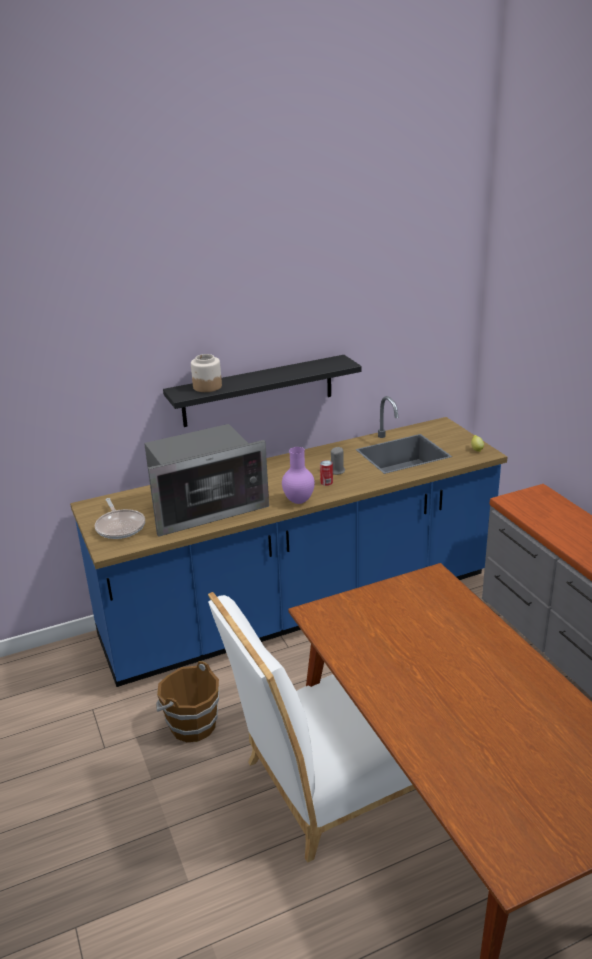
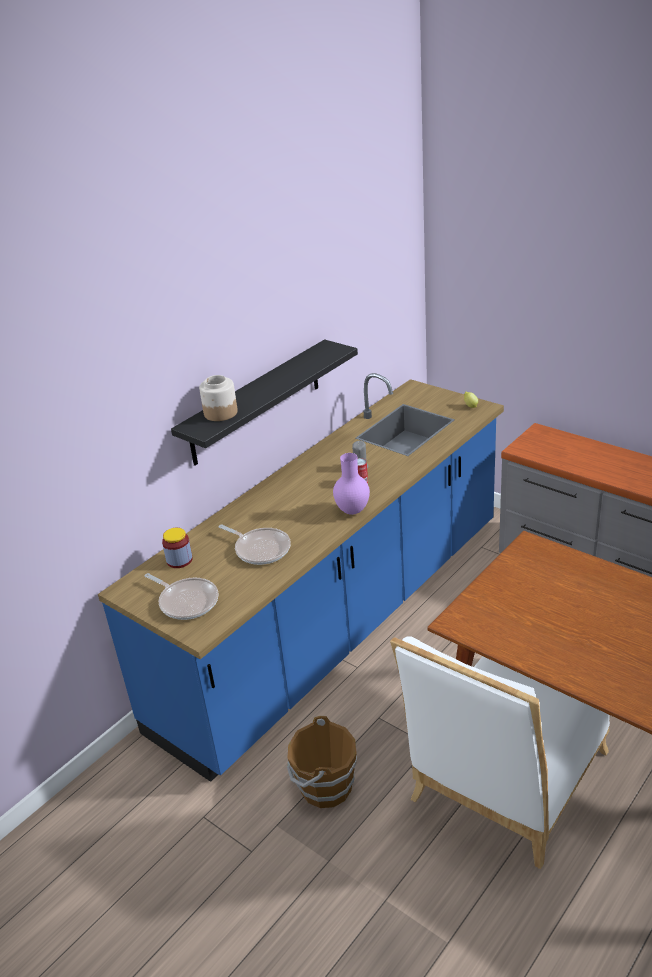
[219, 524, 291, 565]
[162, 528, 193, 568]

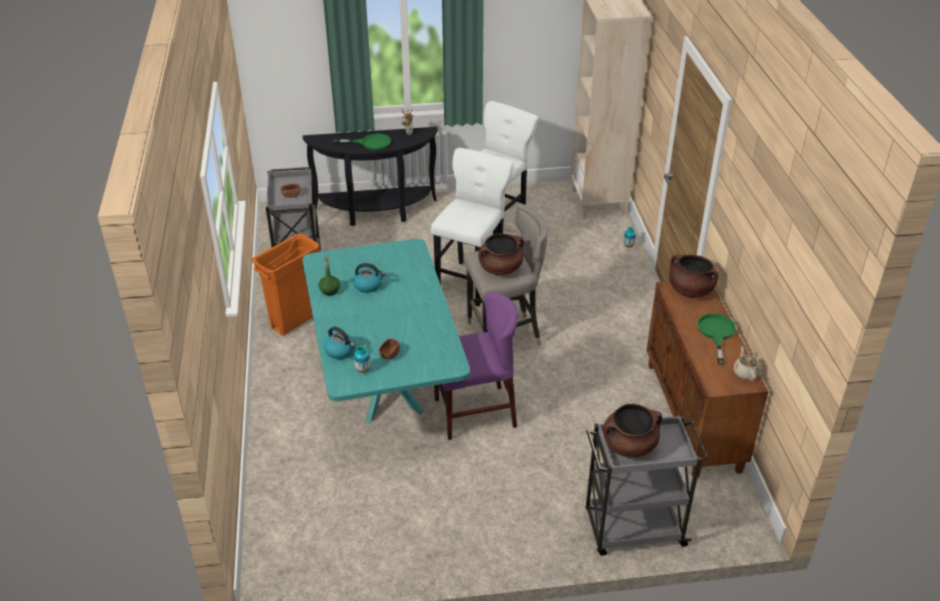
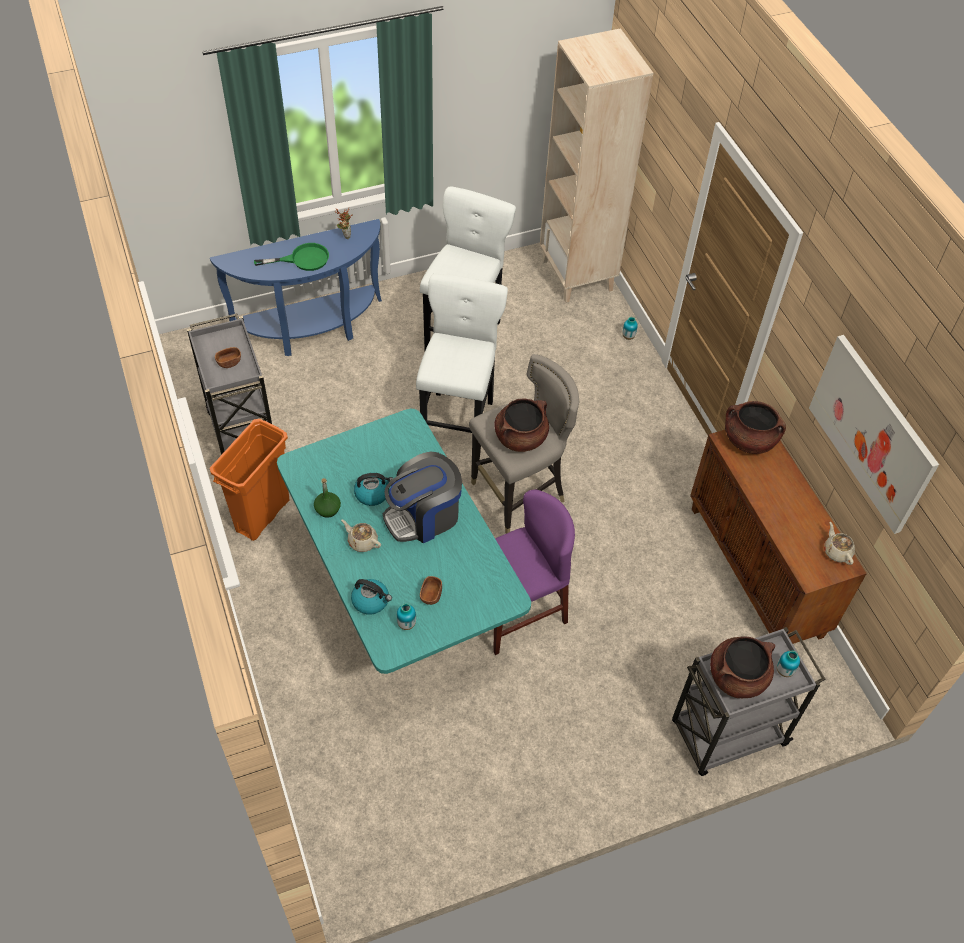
[210, 219, 382, 356]
[698, 313, 736, 365] (first image)
[809, 335, 939, 534]
[383, 452, 462, 543]
[341, 519, 381, 552]
[777, 651, 800, 677]

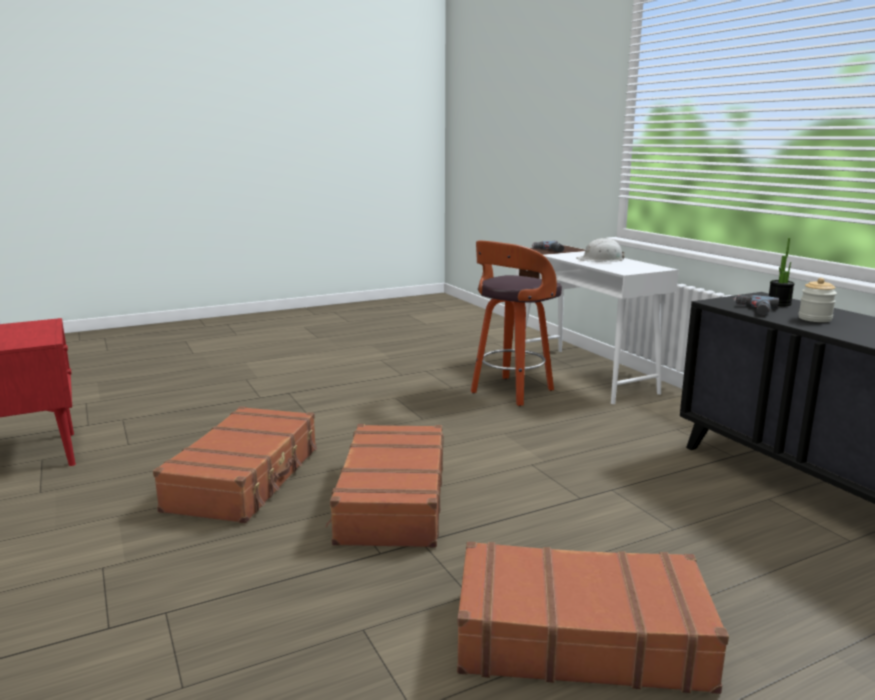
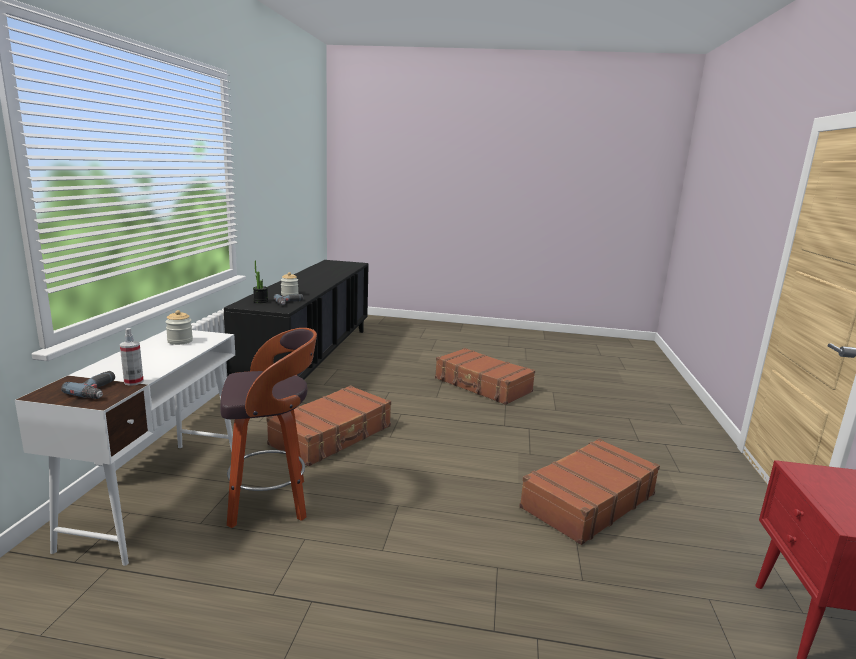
[576, 238, 624, 262] (first image)
[266, 385, 391, 467]
[165, 310, 193, 345]
[120, 328, 144, 386]

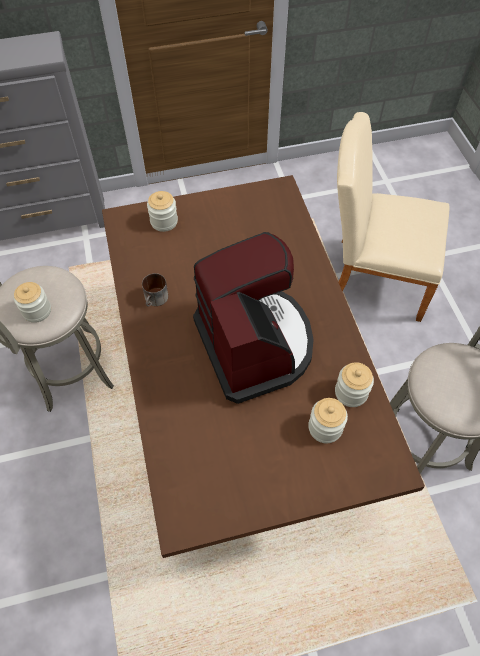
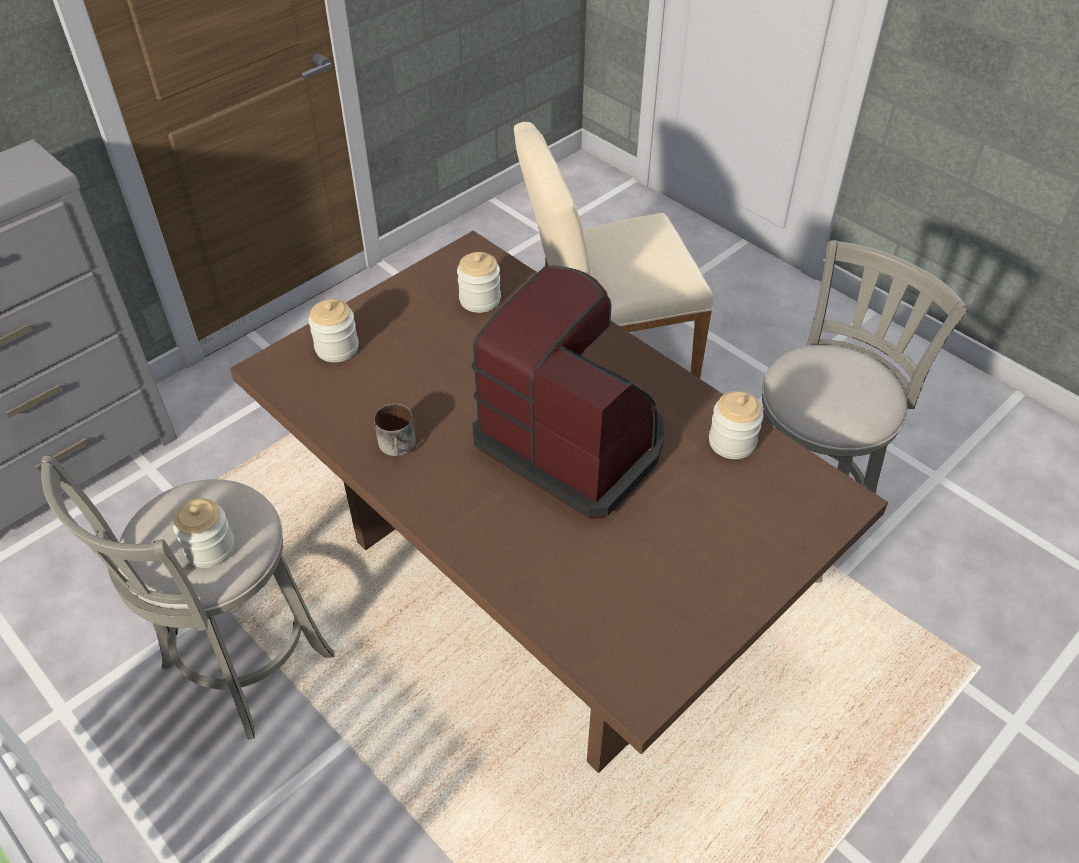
[457, 252, 501, 313]

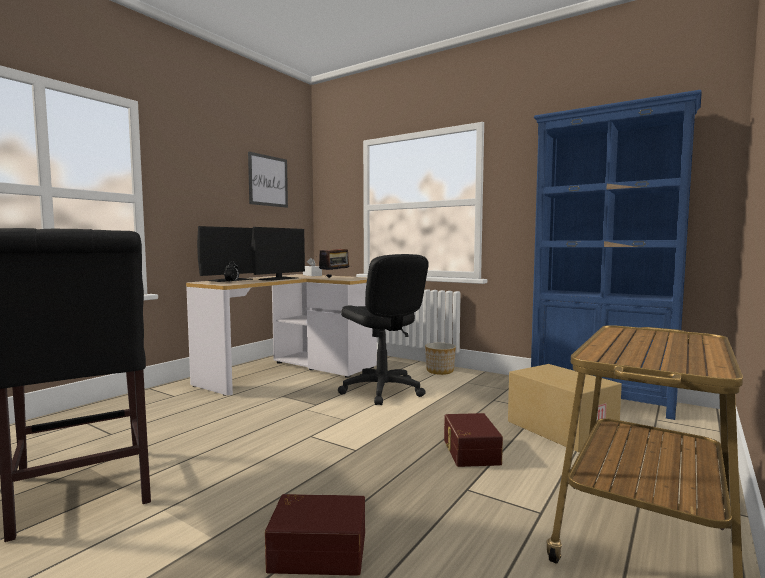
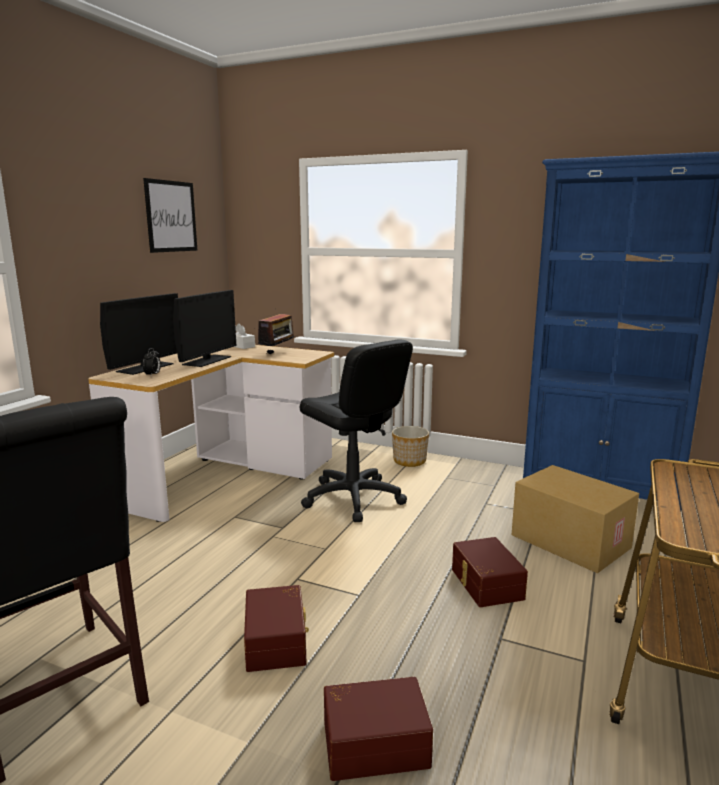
[244, 585, 309, 672]

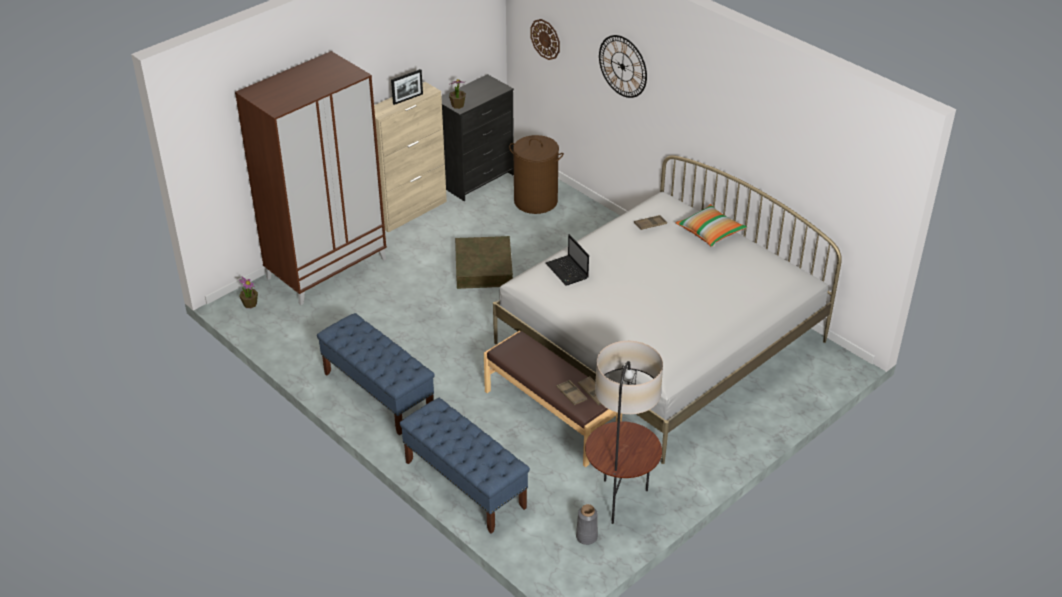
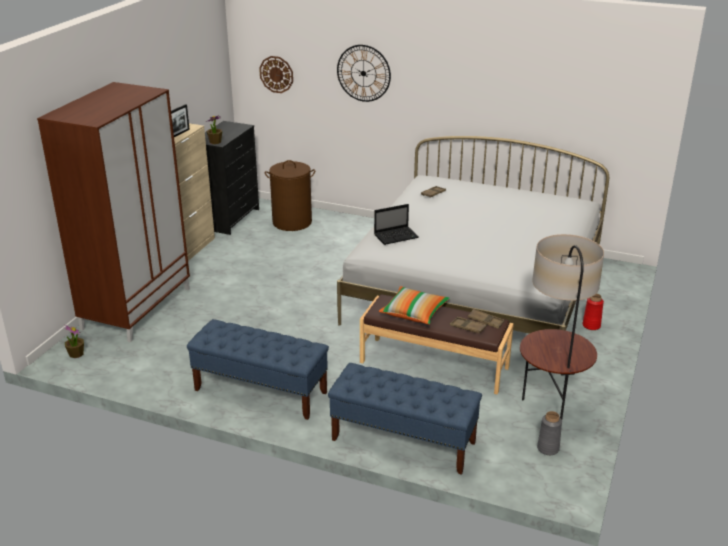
[379, 286, 450, 324]
[374, 204, 419, 245]
[455, 236, 513, 289] (first image)
[582, 294, 604, 330]

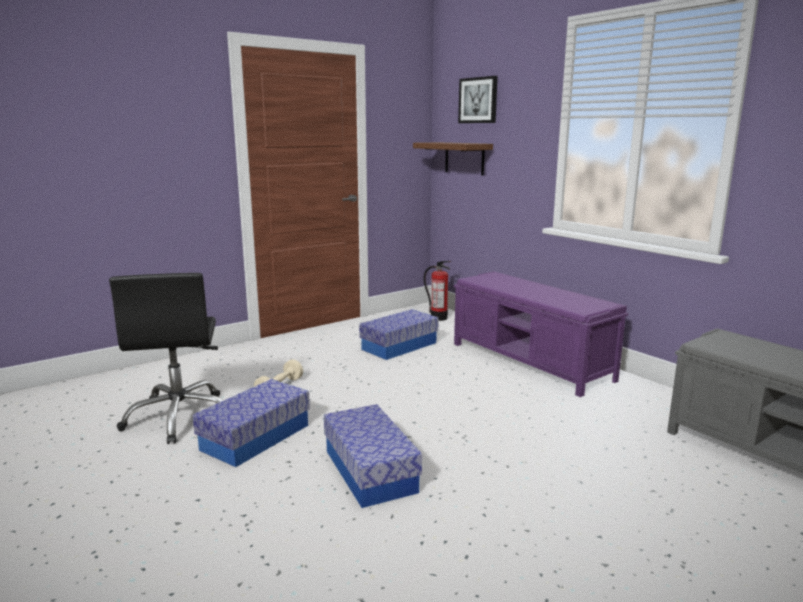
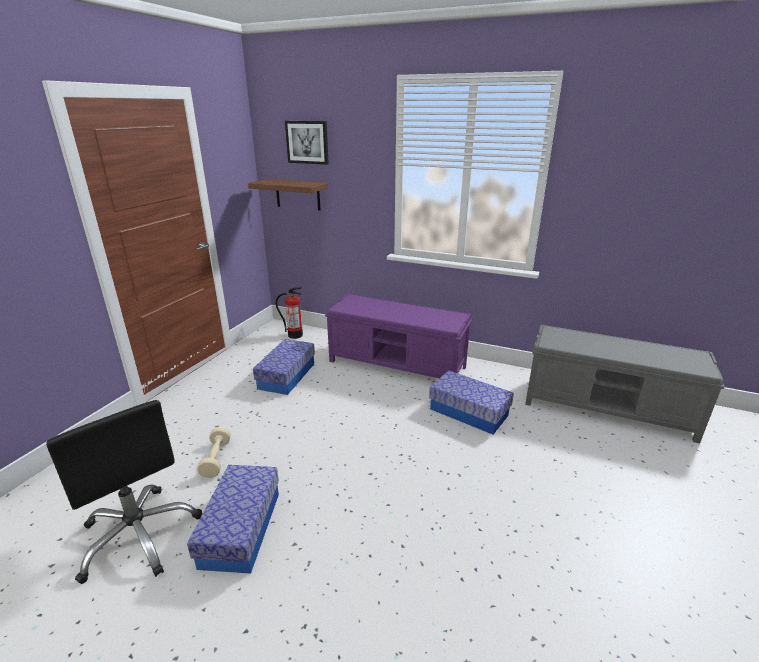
[429, 370, 514, 435]

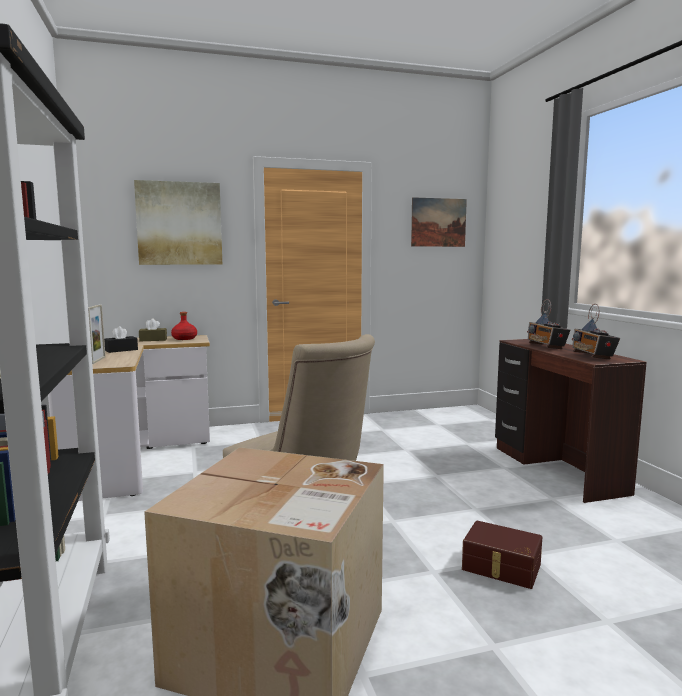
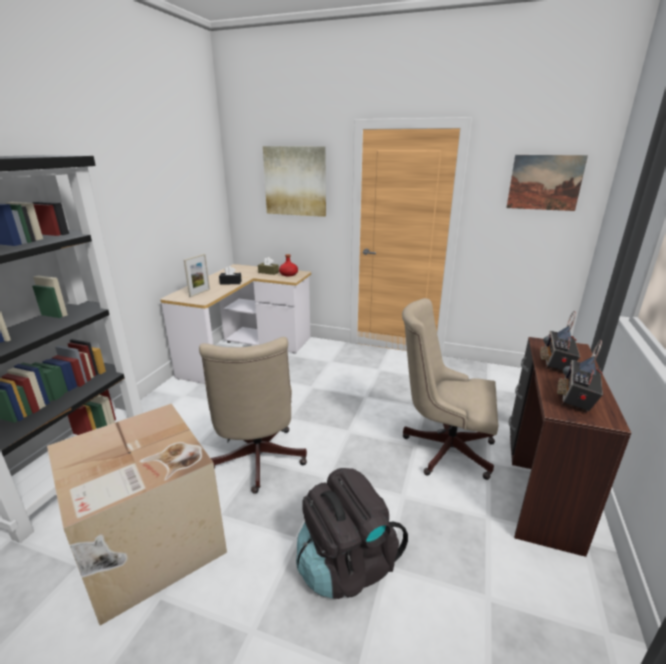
[296, 468, 408, 599]
[402, 298, 499, 480]

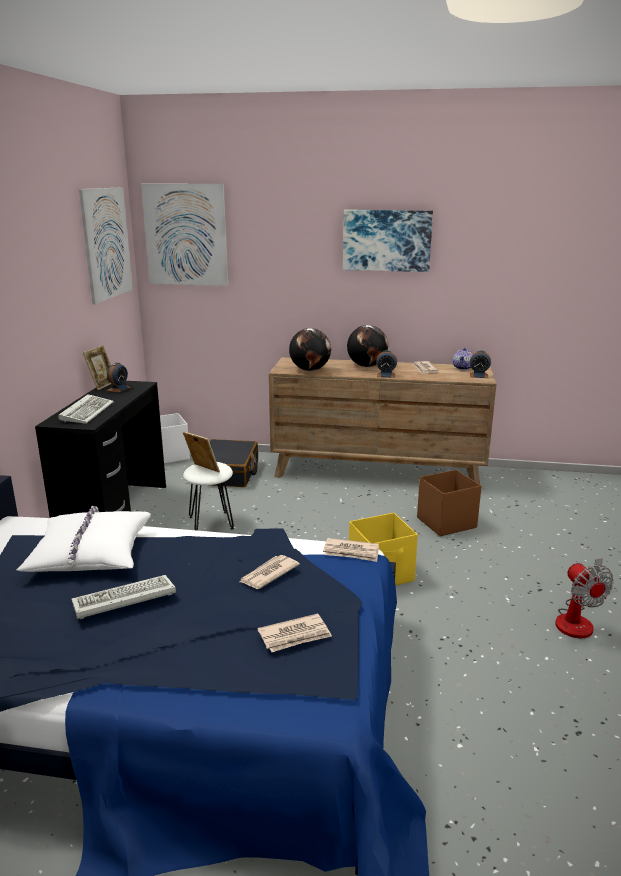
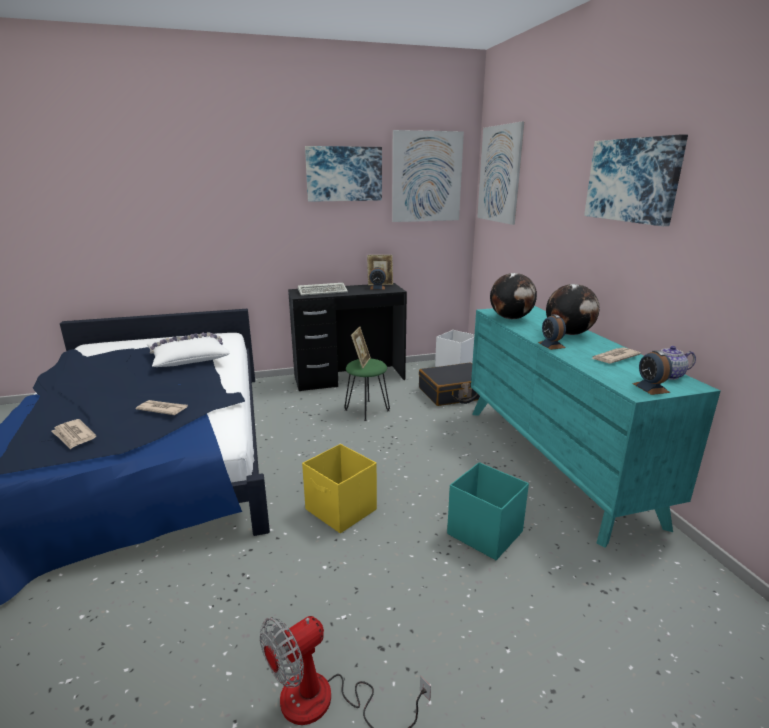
[471, 306, 720, 548]
[344, 359, 390, 421]
[447, 462, 529, 560]
[323, 538, 379, 562] (first image)
[72, 575, 176, 619] (first image)
[305, 146, 382, 202]

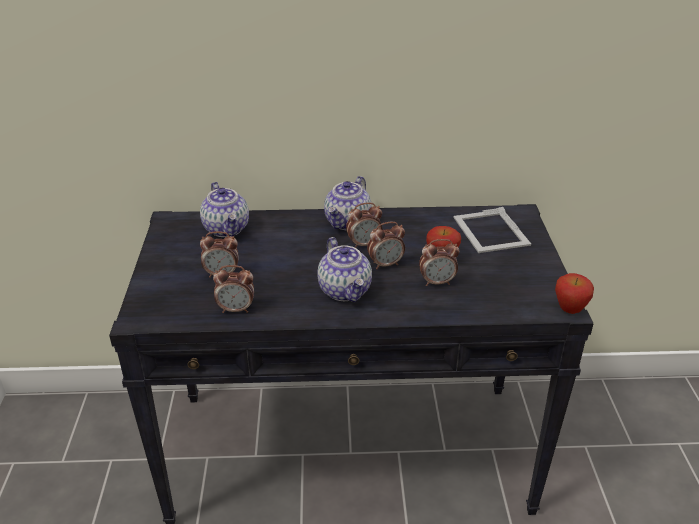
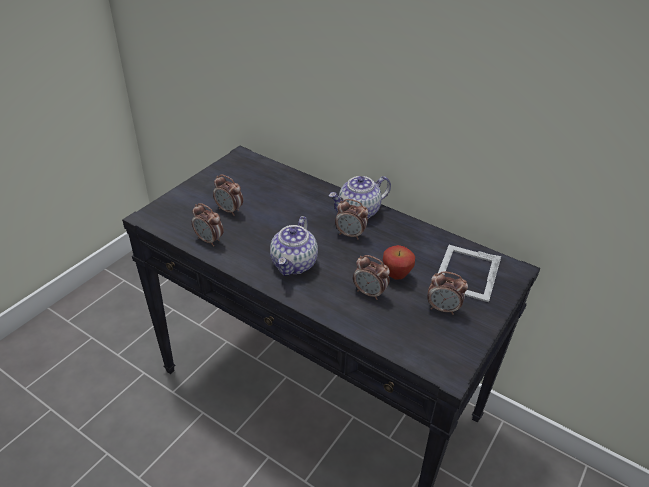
[200, 182, 249, 237] (first image)
[427, 272, 468, 315]
[555, 273, 594, 314] (first image)

